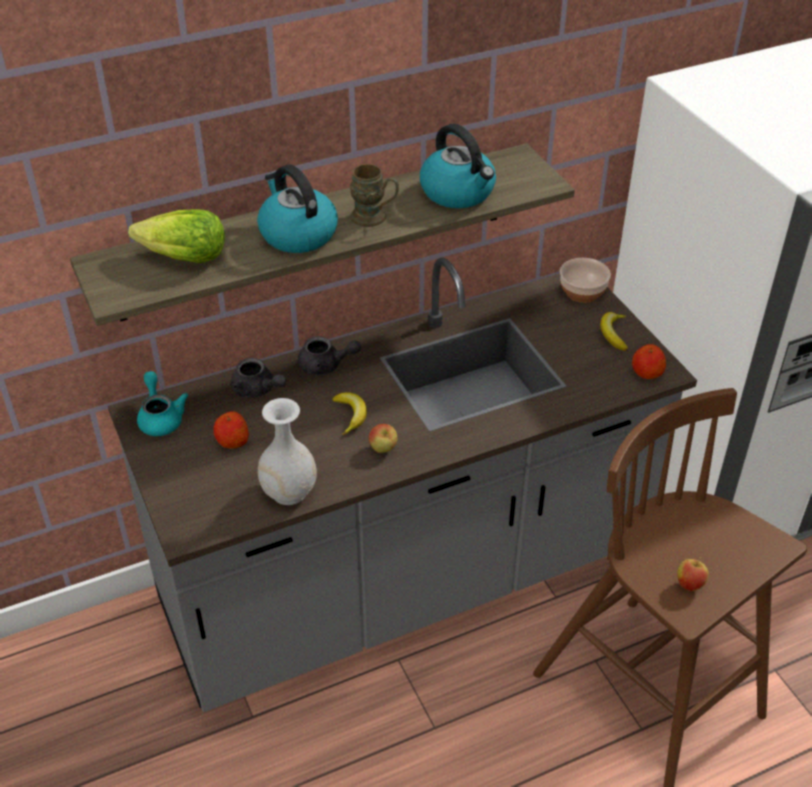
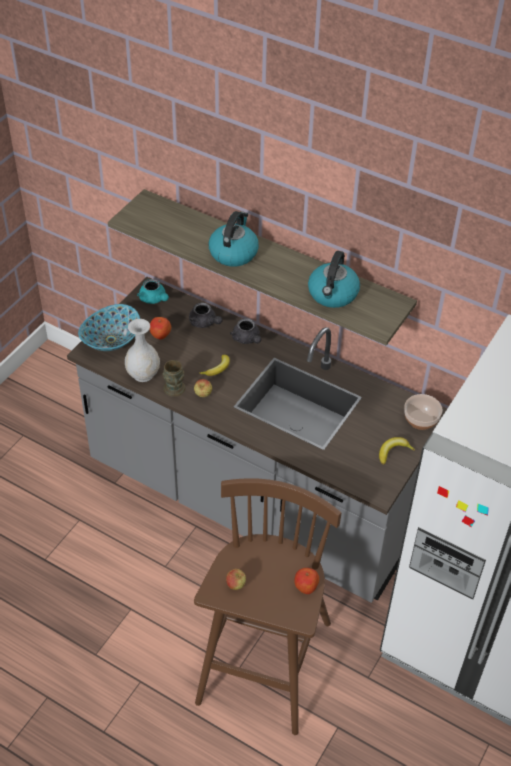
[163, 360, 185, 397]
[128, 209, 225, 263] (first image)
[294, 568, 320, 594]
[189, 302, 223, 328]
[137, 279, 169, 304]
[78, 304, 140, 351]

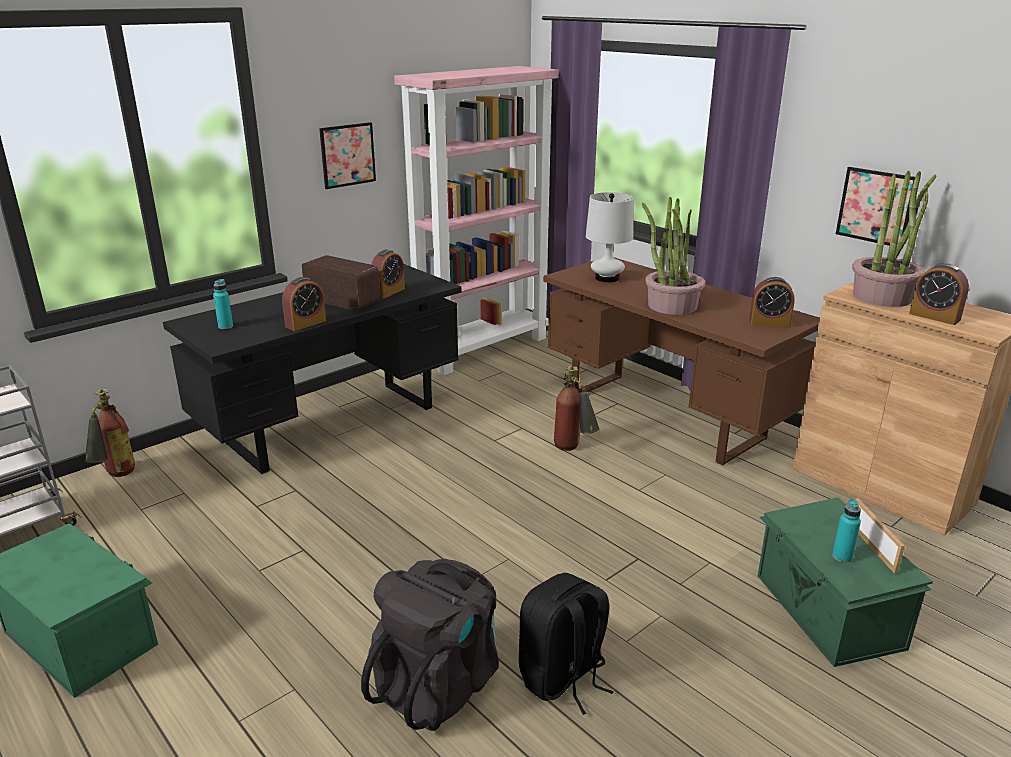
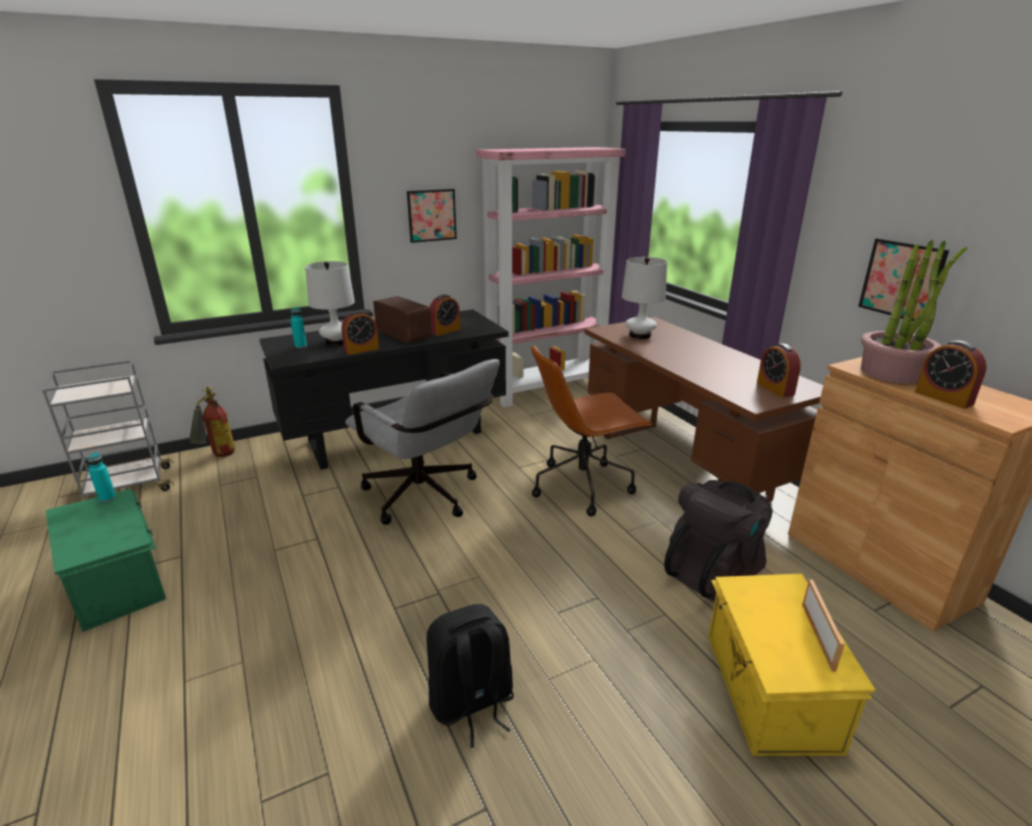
[642, 197, 705, 315] (first image)
[757, 343, 801, 397]
[531, 344, 653, 516]
[708, 574, 875, 756]
[88, 452, 116, 502]
[664, 480, 773, 602]
[305, 261, 355, 346]
[345, 359, 500, 525]

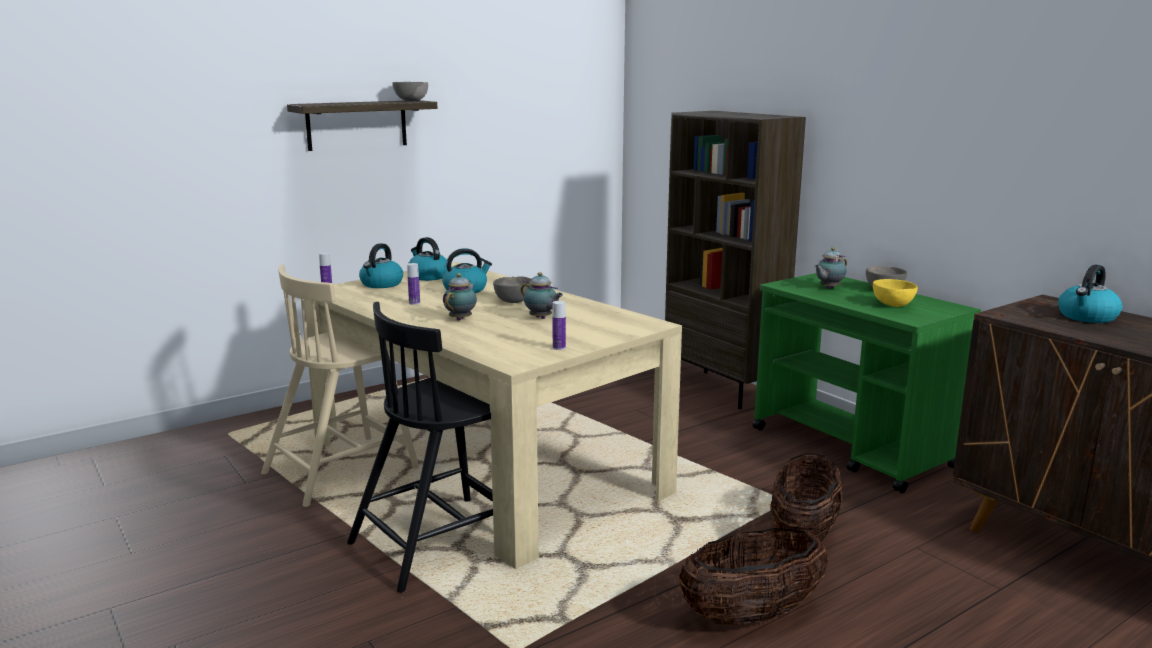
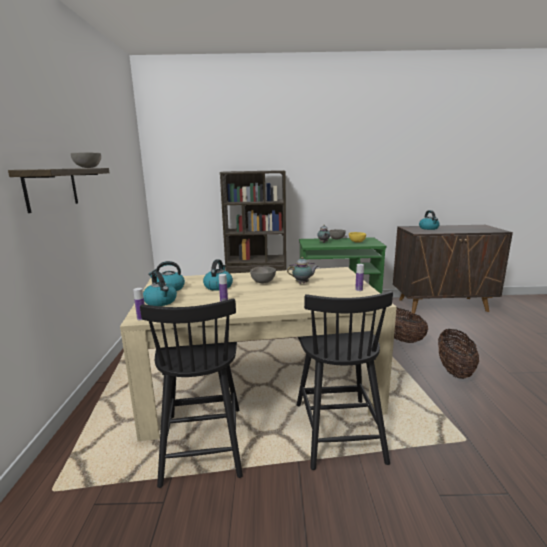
[140, 298, 243, 488]
[443, 273, 477, 321] (first image)

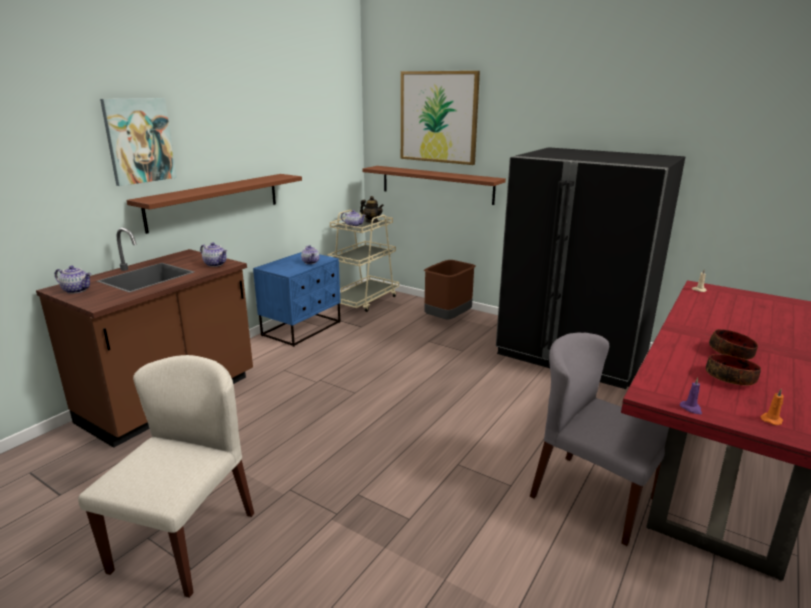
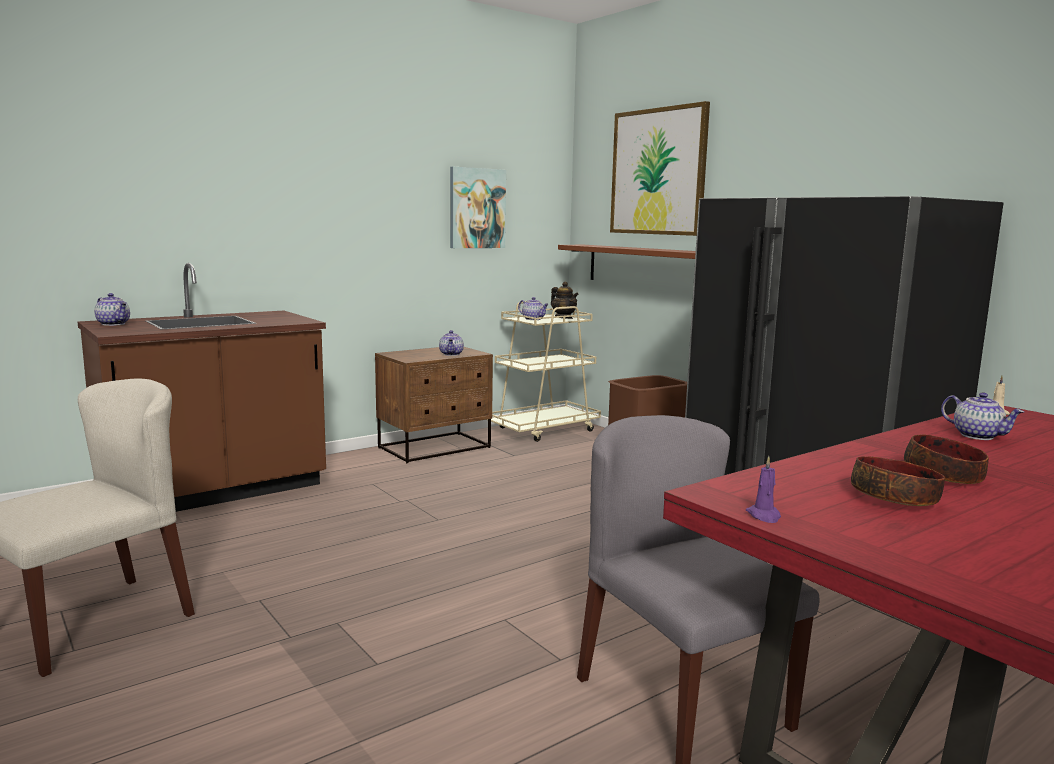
[450, 167, 506, 248]
[127, 174, 302, 234] (first image)
[941, 392, 1024, 440]
[375, 347, 493, 463]
[760, 389, 784, 425] (first image)

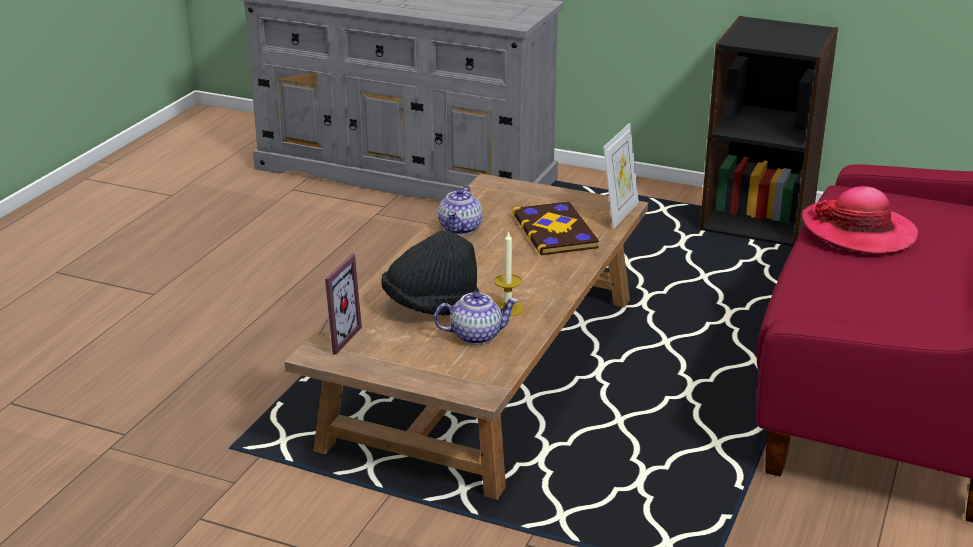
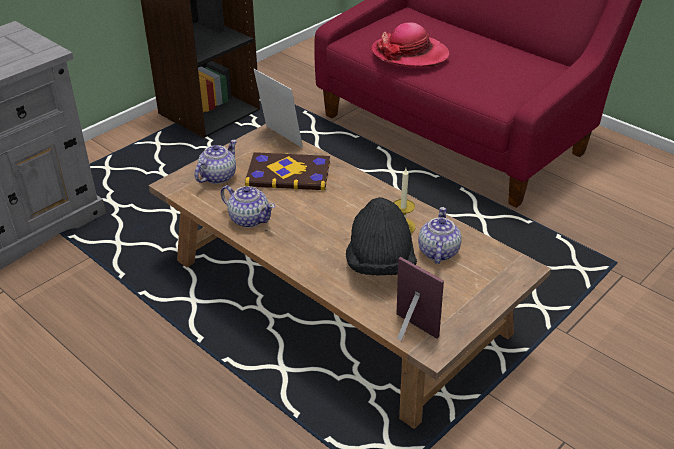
[195, 140, 237, 184]

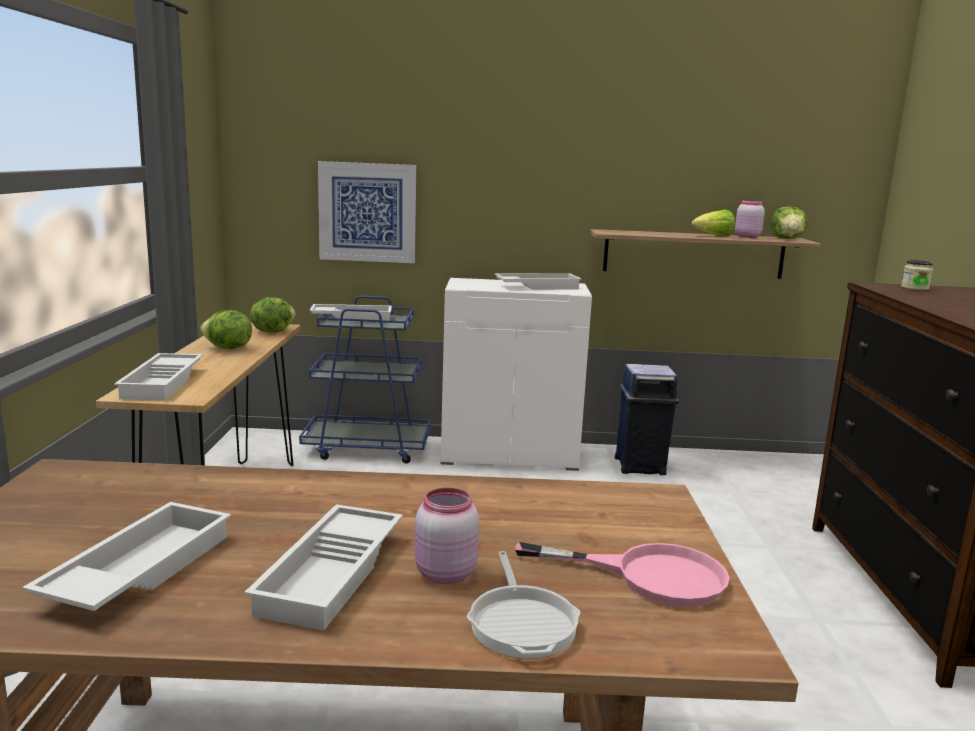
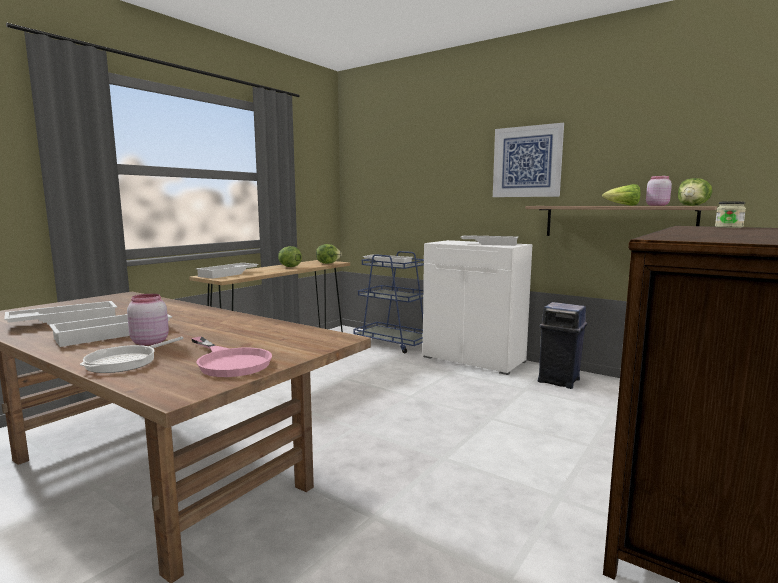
[493, 123, 564, 197]

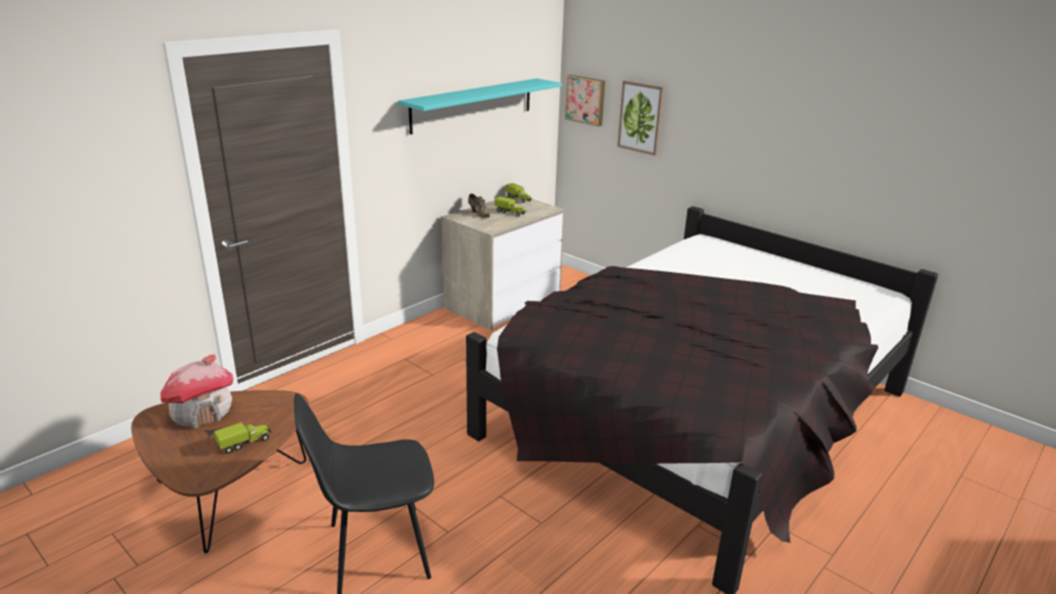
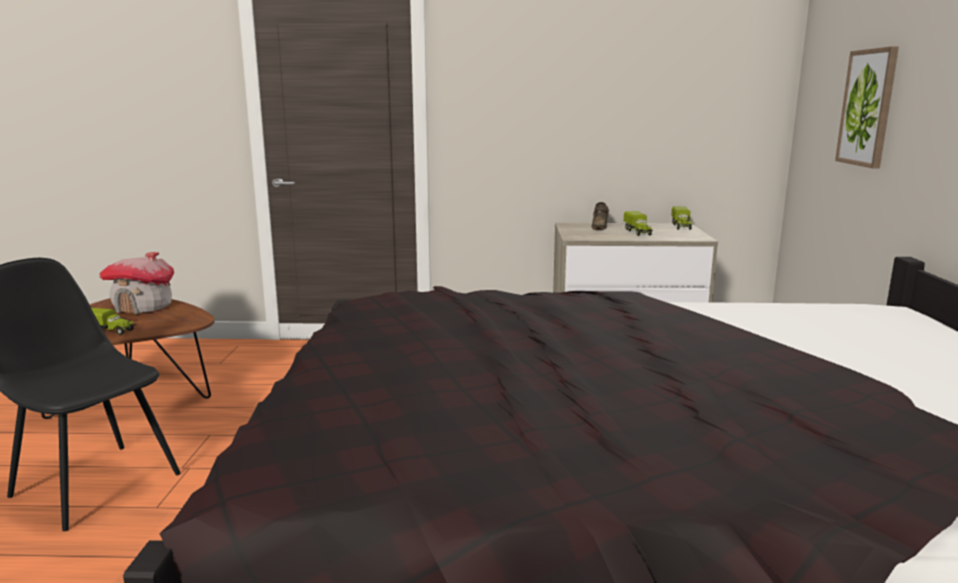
[565, 75, 605, 126] (first image)
[398, 78, 562, 135] (first image)

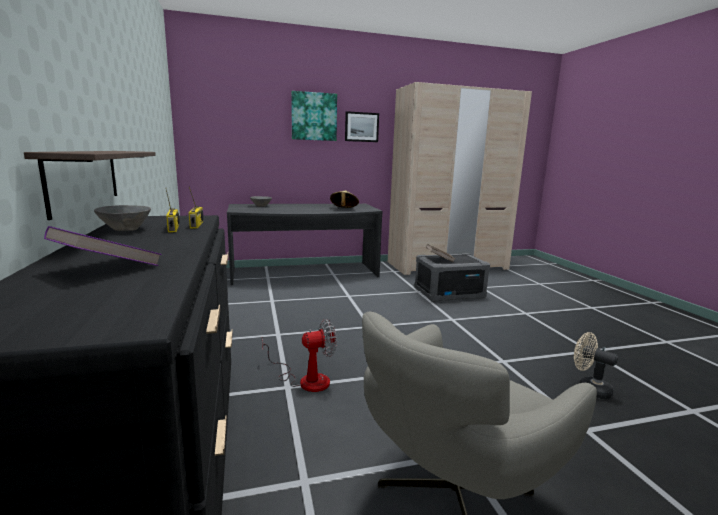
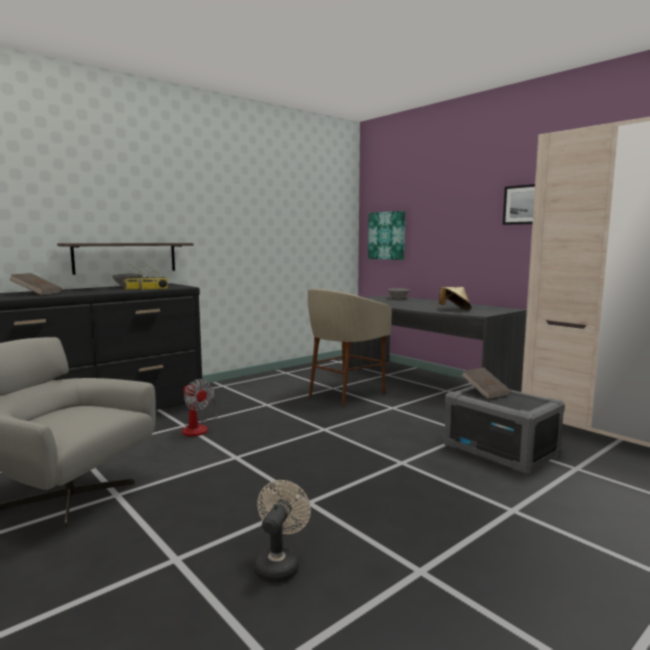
[368, 211, 405, 260]
[9, 273, 62, 295]
[308, 289, 392, 407]

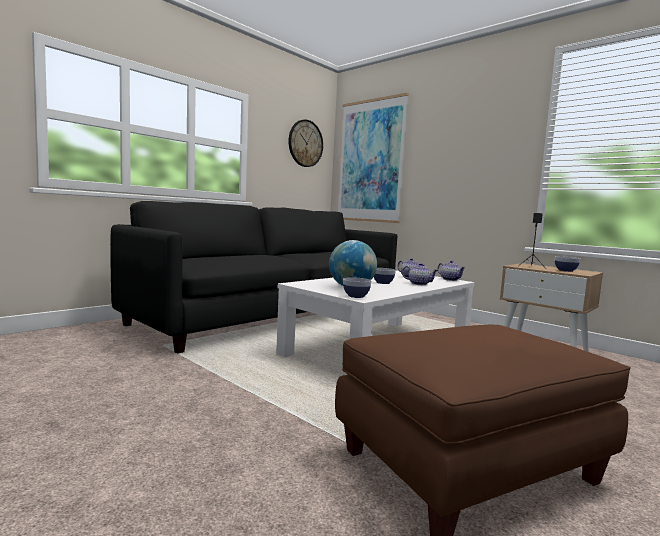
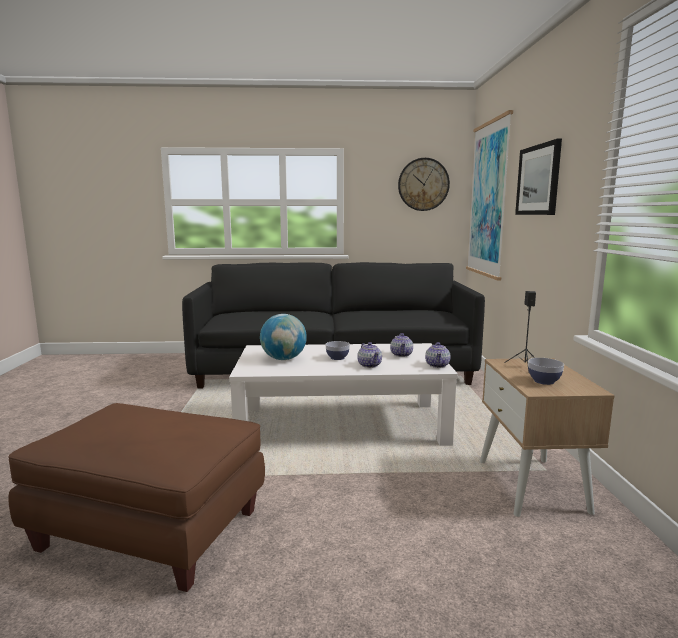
[343, 277, 371, 298] (first image)
[515, 139, 562, 215]

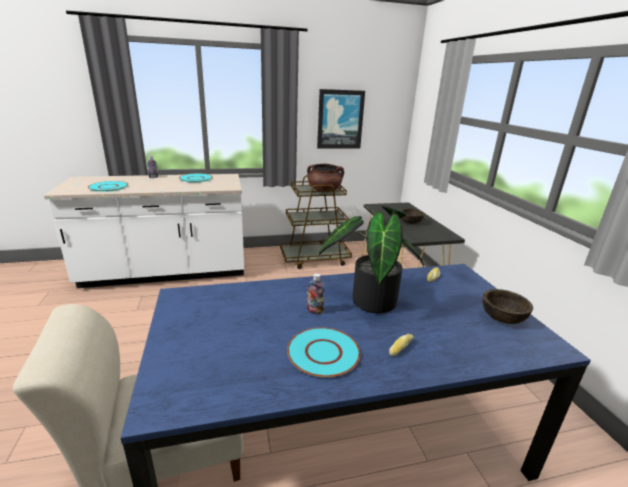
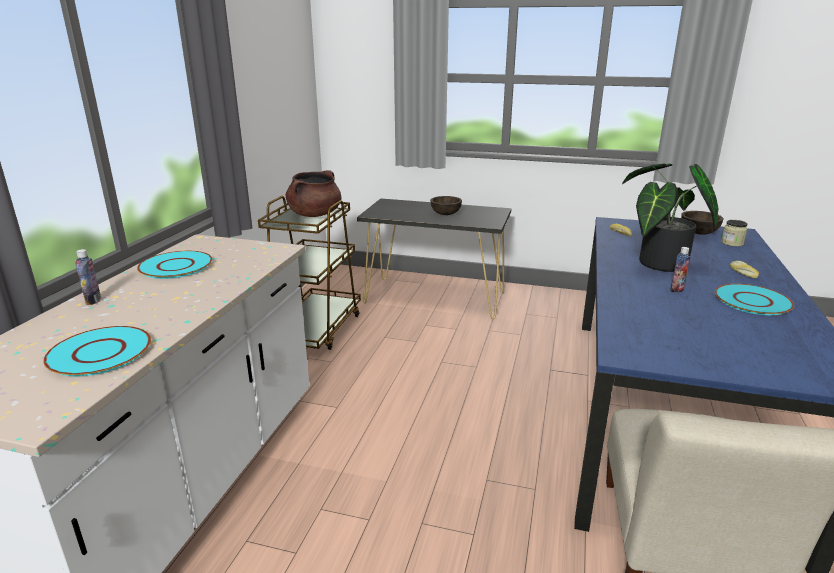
[317, 89, 365, 149] (first image)
[721, 220, 748, 247]

